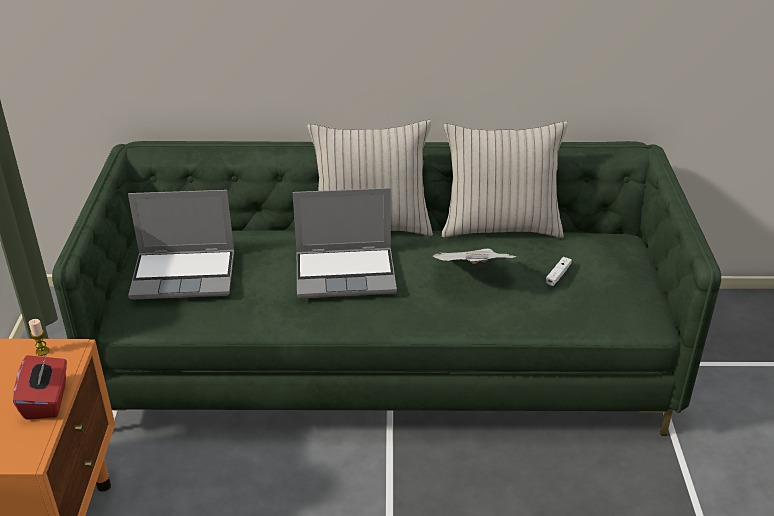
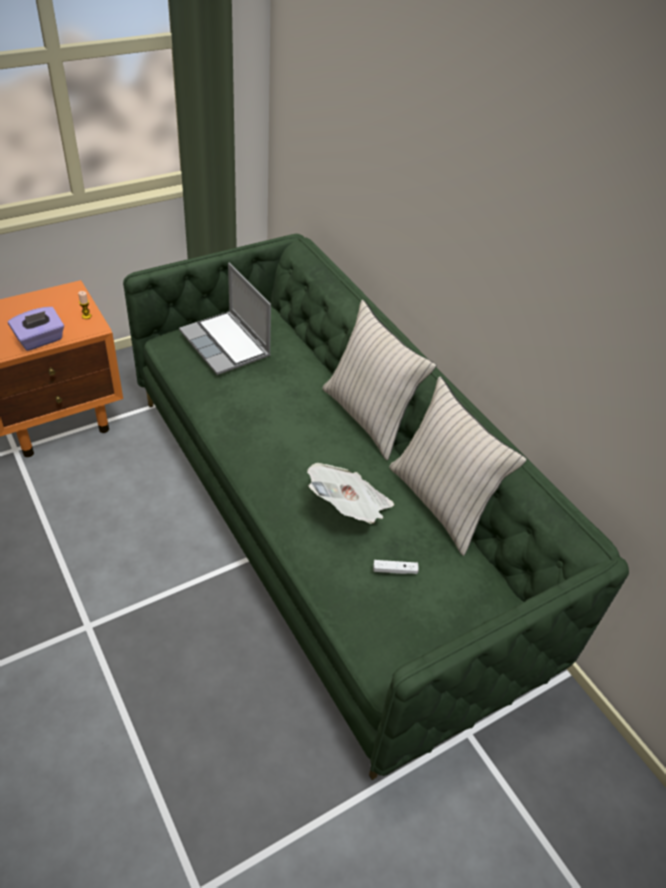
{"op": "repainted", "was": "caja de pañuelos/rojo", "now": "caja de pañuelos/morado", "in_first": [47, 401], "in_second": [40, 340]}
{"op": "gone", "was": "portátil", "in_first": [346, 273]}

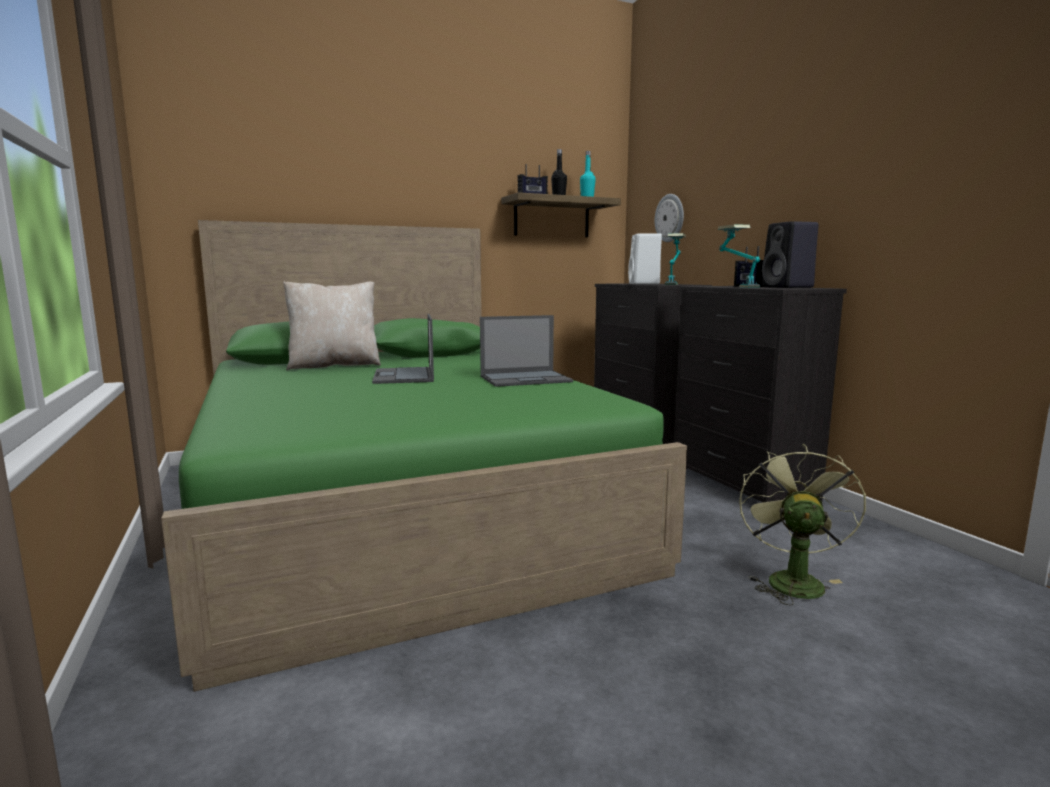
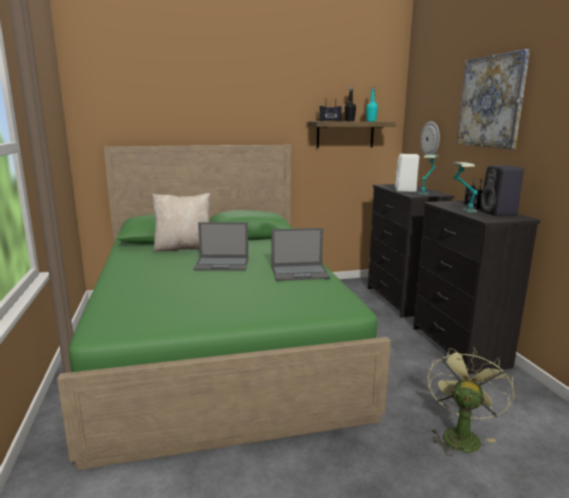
{"op": "rotated", "was": "portátil", "in_first": [404, 376], "in_second": [222, 264], "clockwise": -90}
{"op": "new", "now": "cuadro", "in_second": [491, 102]}

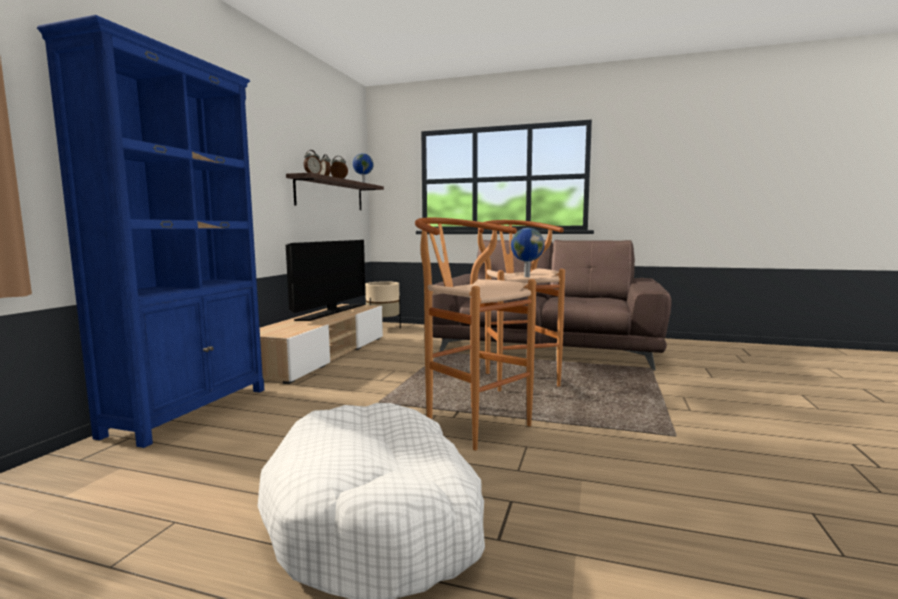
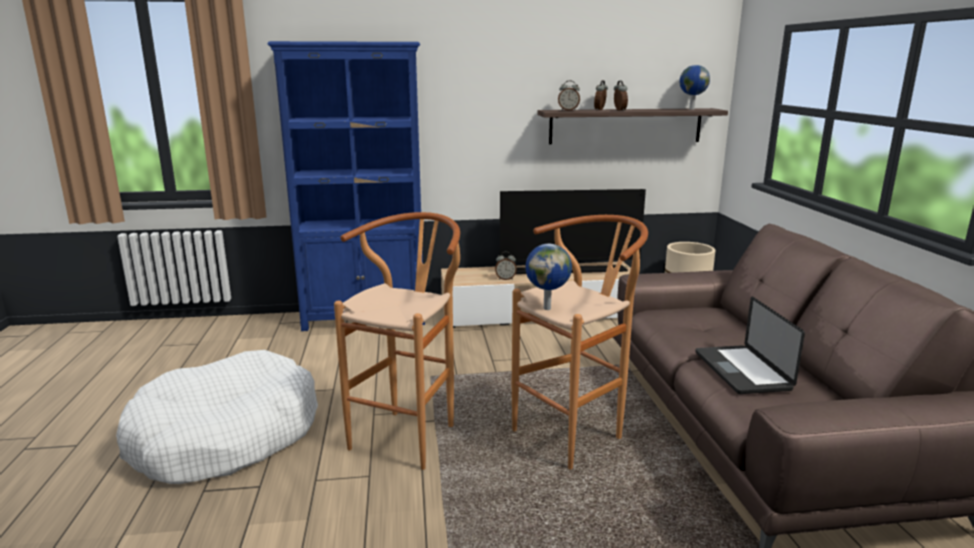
{"op": "new", "now": "despertador", "in_second": [505, 279]}
{"op": "new", "now": "portátil", "in_second": [741, 371]}

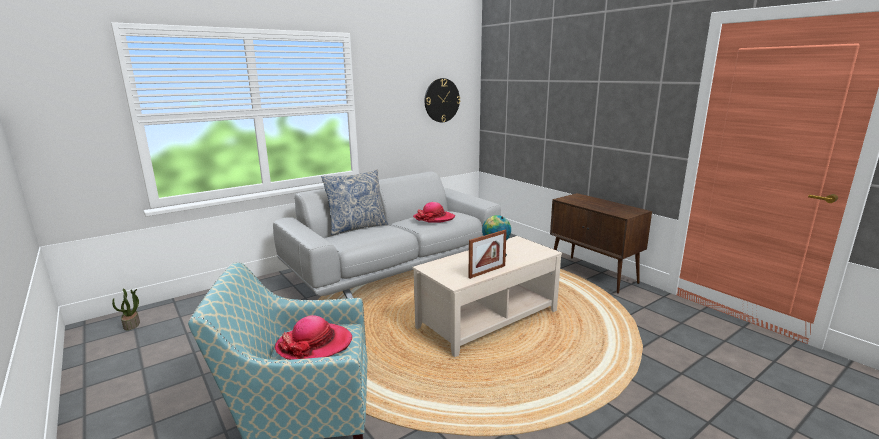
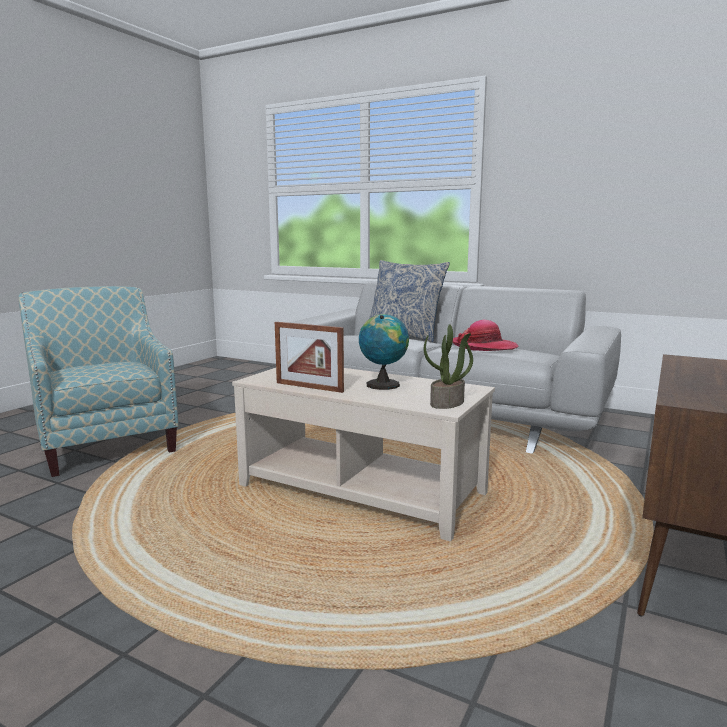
{"op": "shifted", "was": "planta en maceta", "in_first": [132, 325], "in_second": [447, 403]}
{"op": "gone", "was": "sombrero", "in_first": [314, 345]}
{"op": "gone", "was": "reloj de pared", "in_first": [441, 100]}

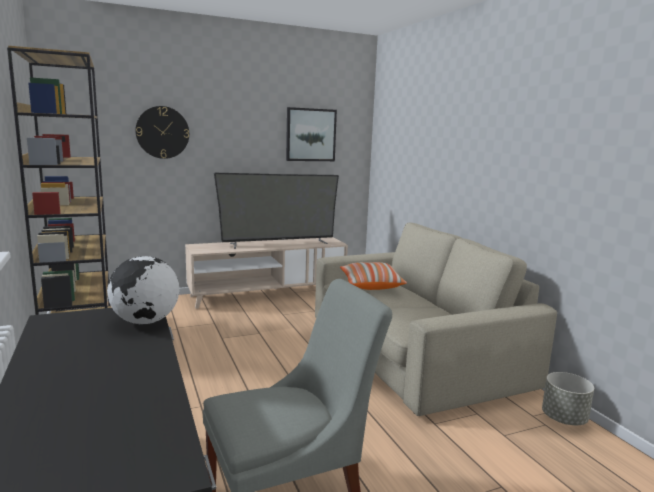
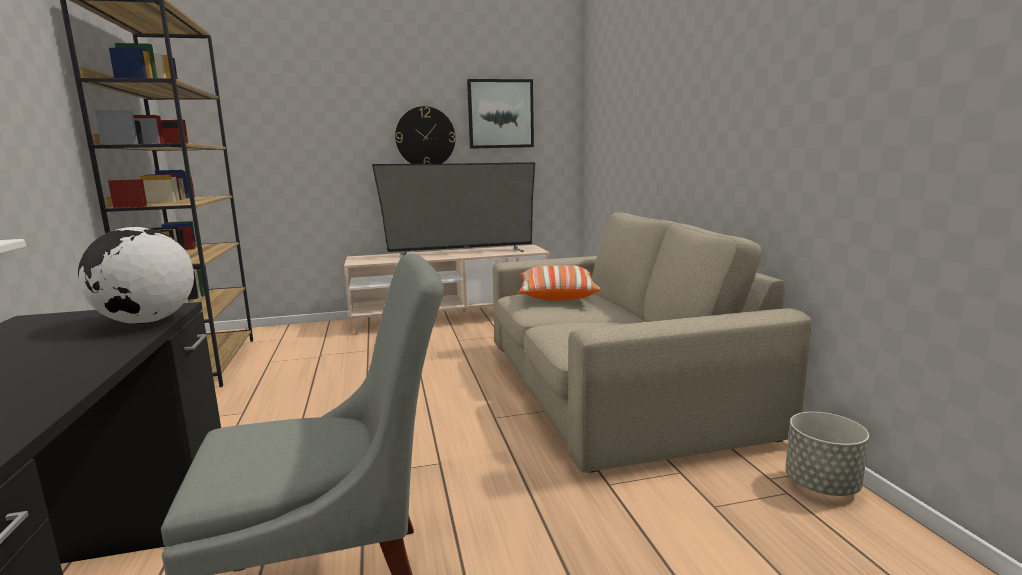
{"op": "shifted", "was": "reloj de pared", "in_first": [162, 132], "in_second": [425, 137]}

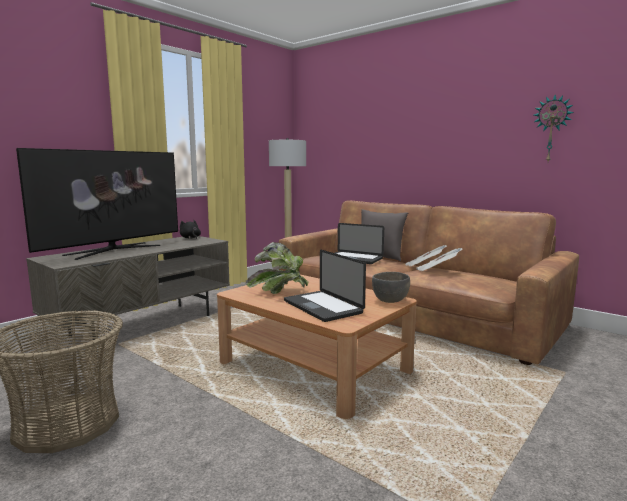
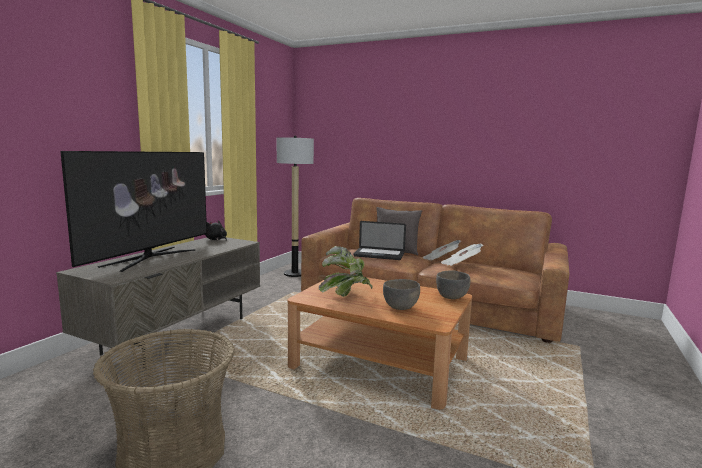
{"op": "swapped", "was": "portátil", "now": "cuenco/gris", "in_first": [322, 307], "in_second": [401, 307]}
{"op": "gone", "was": "reloj de pared", "in_first": [552, 129]}

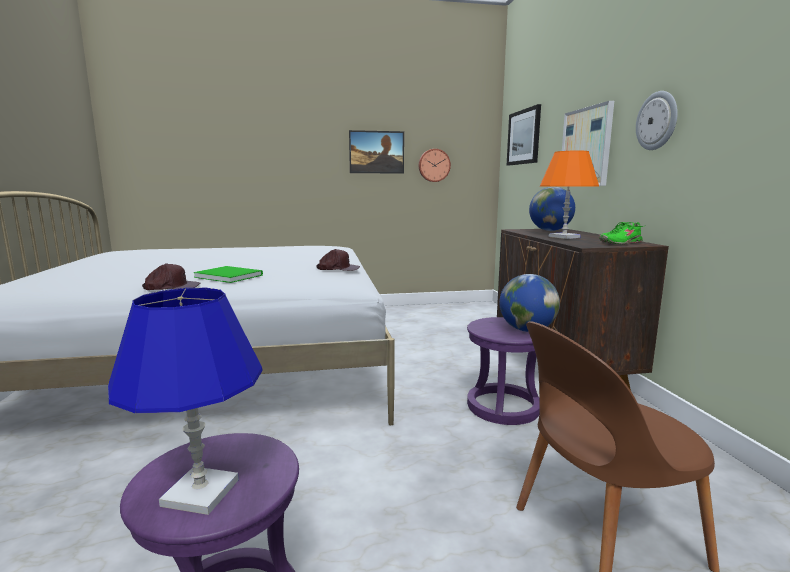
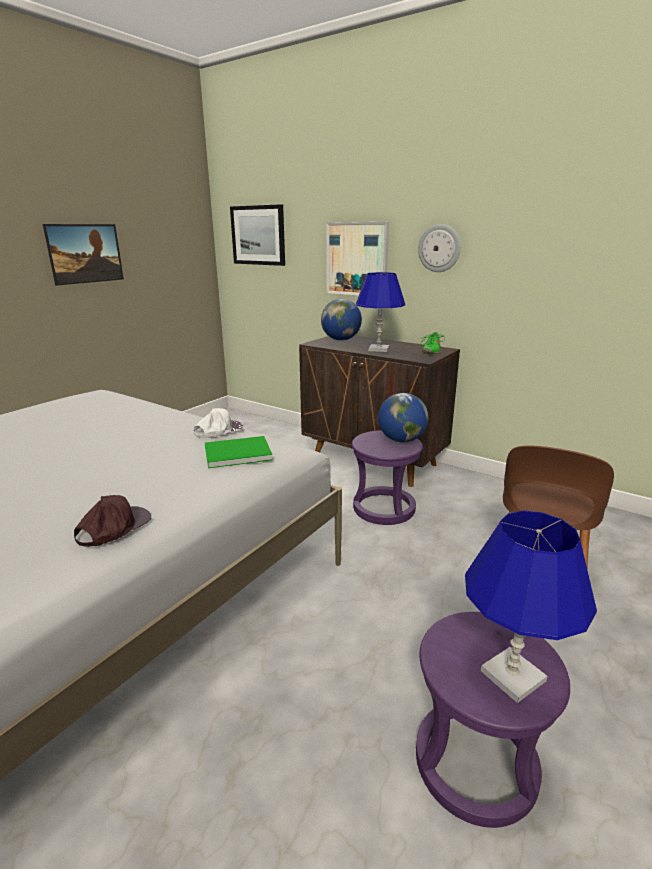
{"op": "shifted", "was": "libro/verde", "in_first": [228, 276], "in_second": [235, 453]}
{"op": "repainted", "was": "gorra/marrón", "now": "gorra/blanco", "in_first": [338, 268], "in_second": [218, 430]}
{"op": "gone", "was": "reloj de pared", "in_first": [434, 165]}
{"op": "repainted", "was": "lámpara de mesa/naranja", "now": "lámpara de mesa/azul", "in_first": [564, 237], "in_second": [378, 349]}

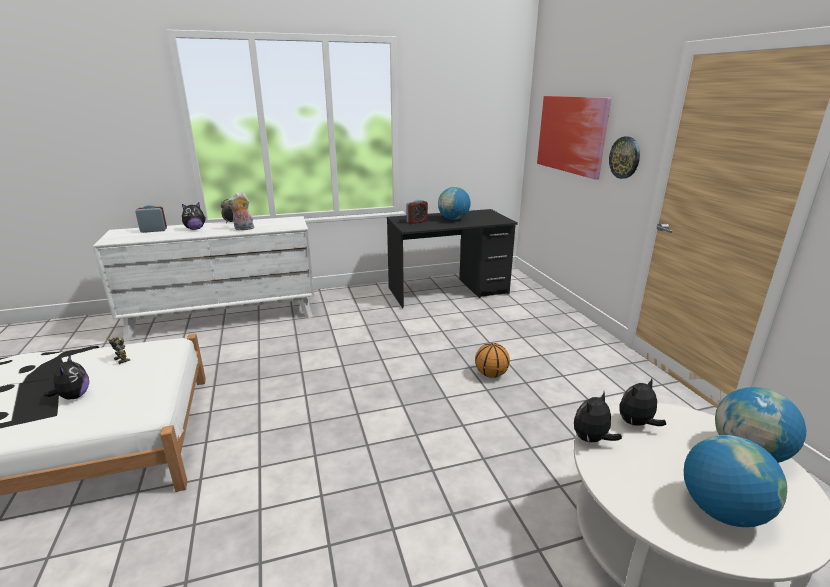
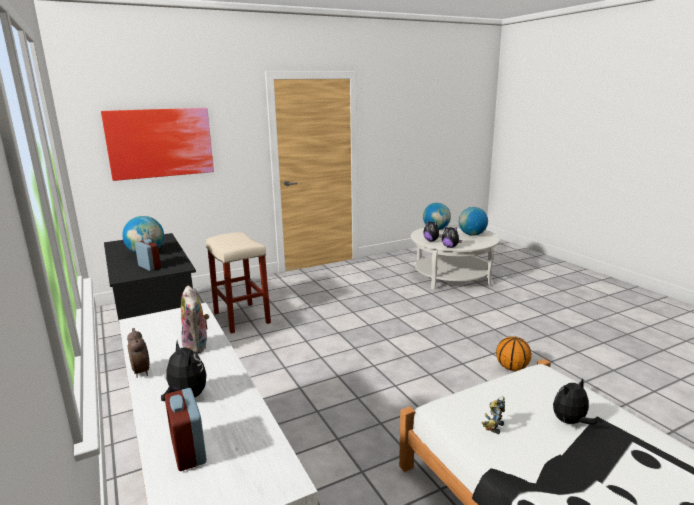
{"op": "shifted", "was": "balón de baloncesto", "in_first": [491, 375], "in_second": [512, 368]}
{"op": "gone", "was": "reloj de pared", "in_first": [625, 157]}
{"op": "new", "now": "taburete/beis", "in_second": [242, 318]}

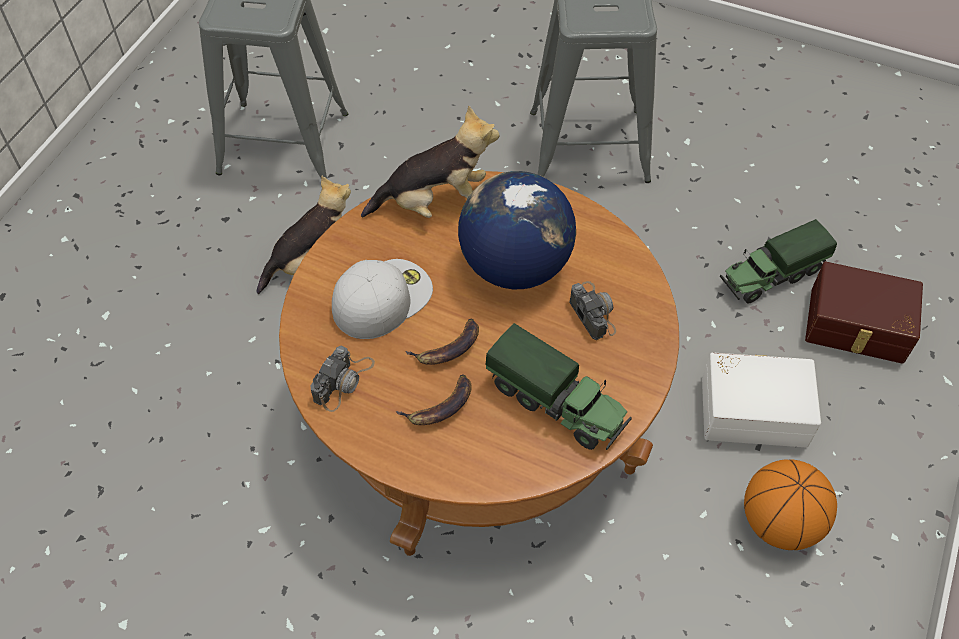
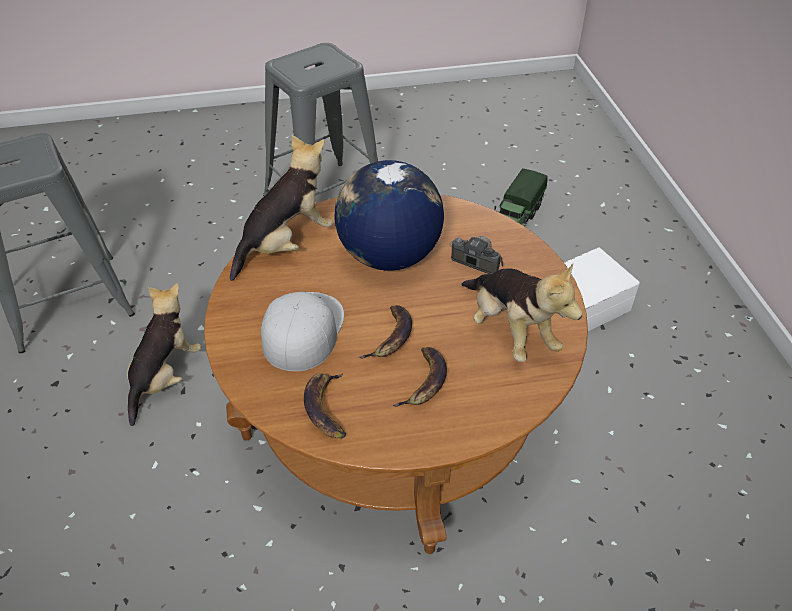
{"op": "swapped", "was": "cámara", "now": "plátano", "in_first": [343, 381], "in_second": [326, 408]}
{"op": "swapped", "was": "camión de juguete", "now": "peluche", "in_first": [557, 404], "in_second": [510, 331]}
{"op": "gone", "was": "balón de baloncesto", "in_first": [779, 522]}
{"op": "gone", "was": "caja de almacenaje/marrón", "in_first": [857, 327]}

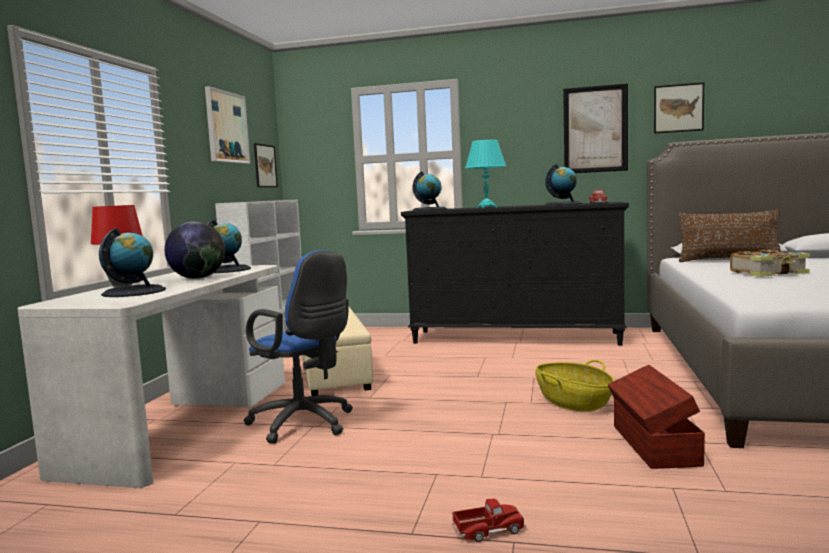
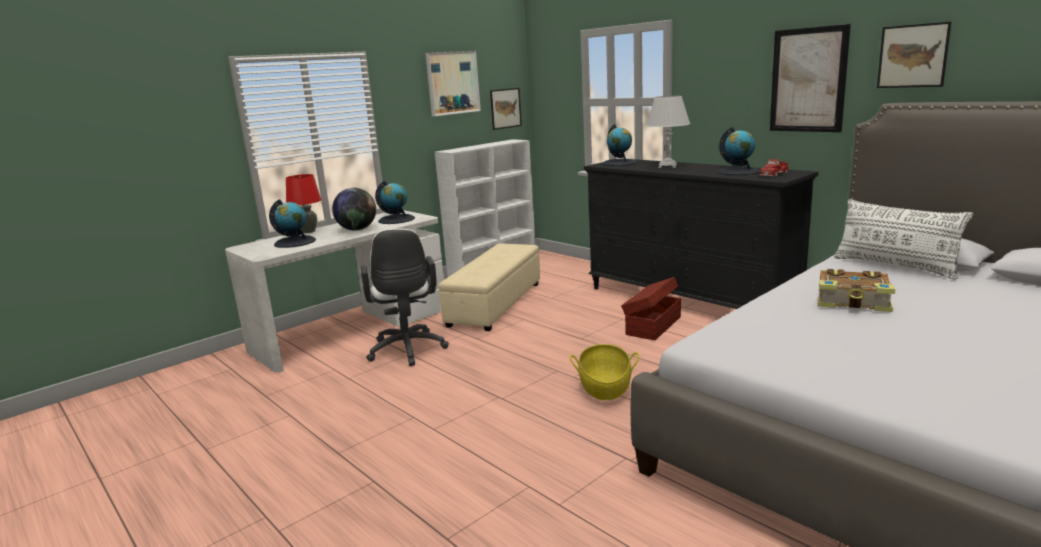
{"op": "repainted", "was": "silla de oficina/azul", "now": "silla de oficina/blanco", "in_first": [305, 424], "in_second": [407, 351]}
{"op": "gone", "was": "camión de juguete", "in_first": [488, 530]}
{"op": "repainted", "was": "lámpara de mesa/turquesa", "now": "lámpara de mesa/blanco", "in_first": [486, 207], "in_second": [667, 166]}
{"op": "shifted", "was": "caja de almacenaje/marrón", "in_first": [653, 445], "in_second": [652, 325]}
{"op": "repainted", "was": "cojín/marrón", "now": "cojín/blanco", "in_first": [728, 260], "in_second": [895, 266]}

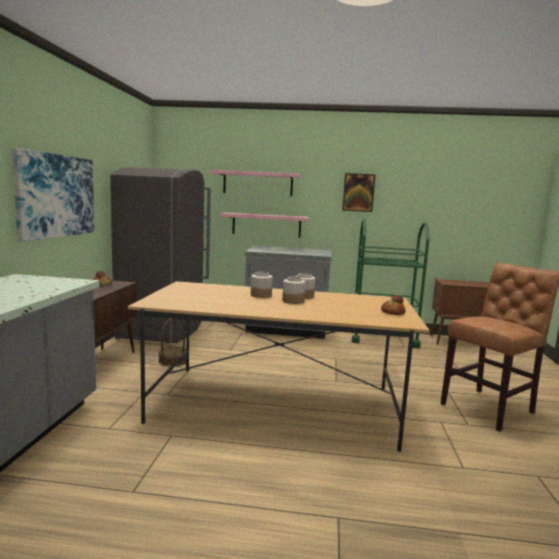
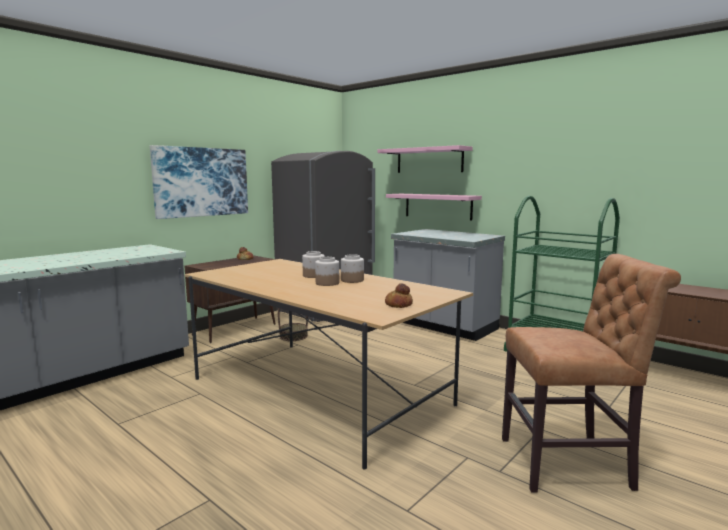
{"op": "gone", "was": "cuadro", "in_first": [358, 192]}

